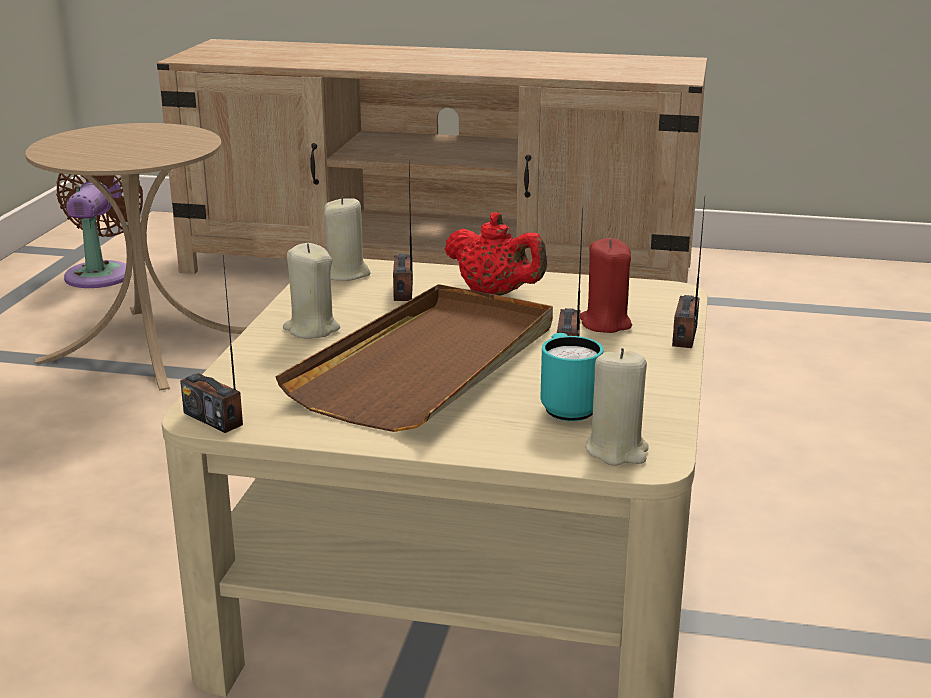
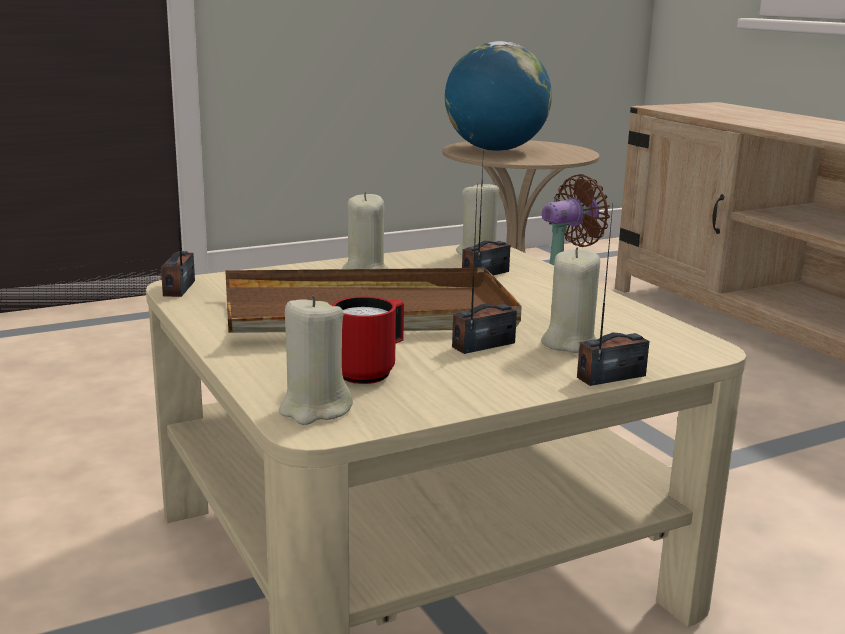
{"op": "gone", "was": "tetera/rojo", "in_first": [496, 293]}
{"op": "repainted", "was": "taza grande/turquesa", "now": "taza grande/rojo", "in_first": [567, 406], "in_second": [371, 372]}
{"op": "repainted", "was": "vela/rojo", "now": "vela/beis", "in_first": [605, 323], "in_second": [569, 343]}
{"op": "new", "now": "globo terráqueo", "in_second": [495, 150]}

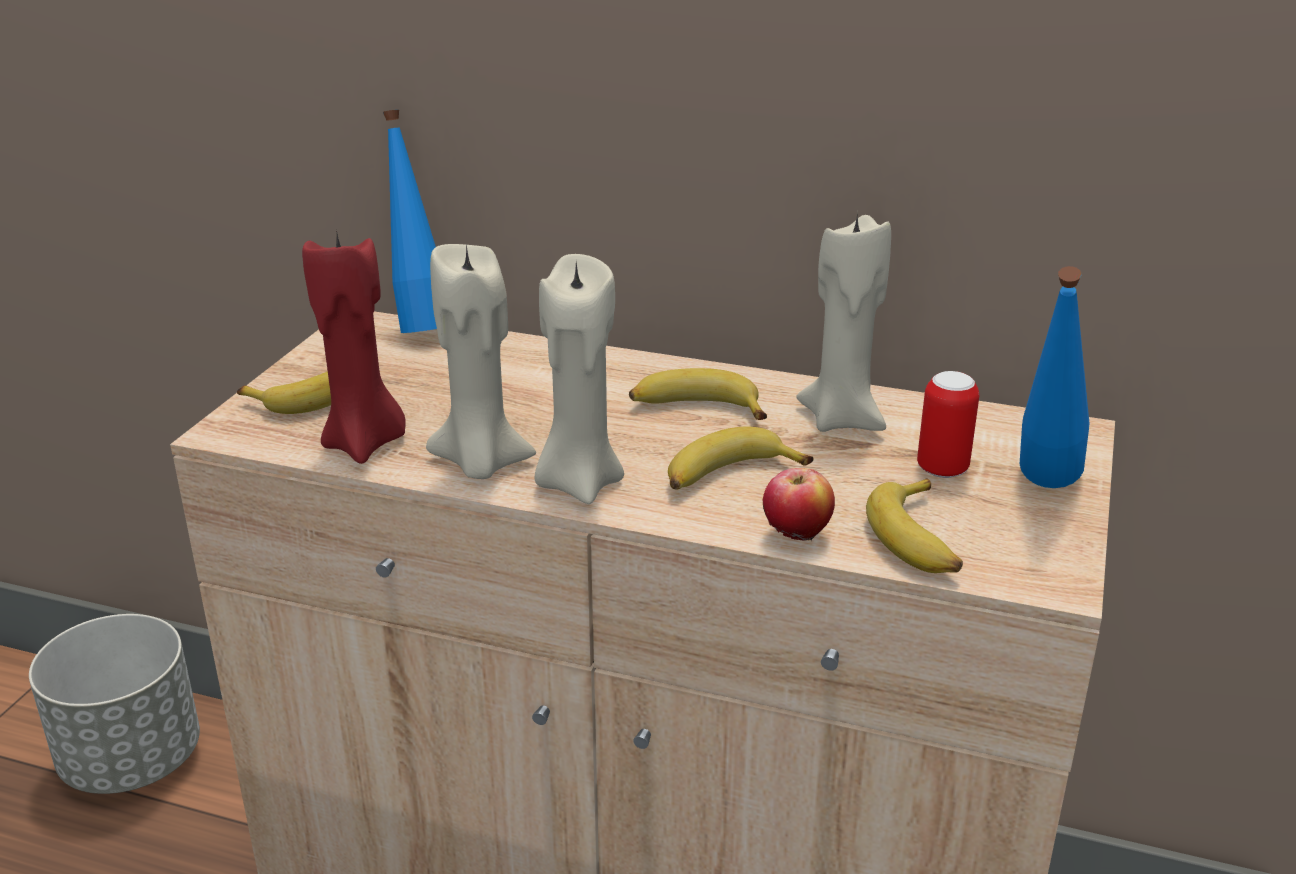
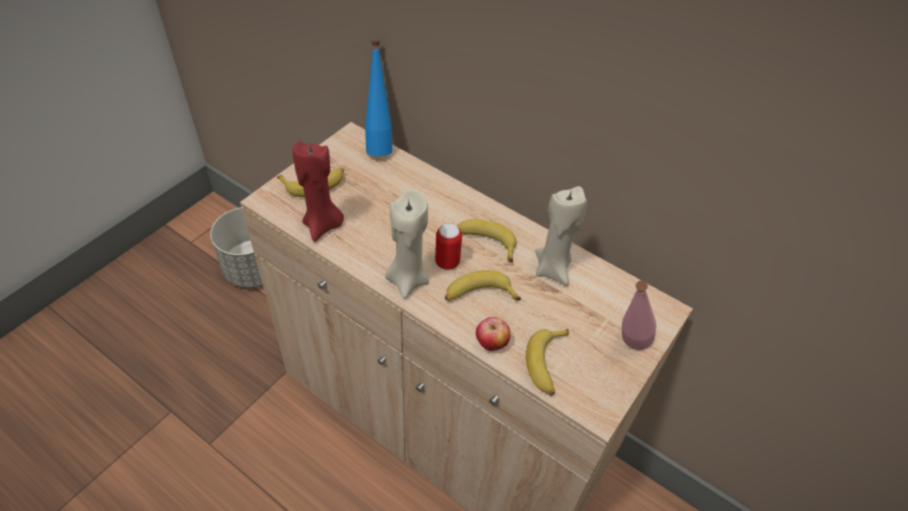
{"op": "gone", "was": "vela/beis", "in_first": [481, 463]}
{"op": "shifted", "was": "lata", "in_first": [942, 469], "in_second": [447, 262]}
{"op": "repainted", "was": "botella/azul", "now": "botella/rosa", "in_first": [1041, 491], "in_second": [625, 349]}

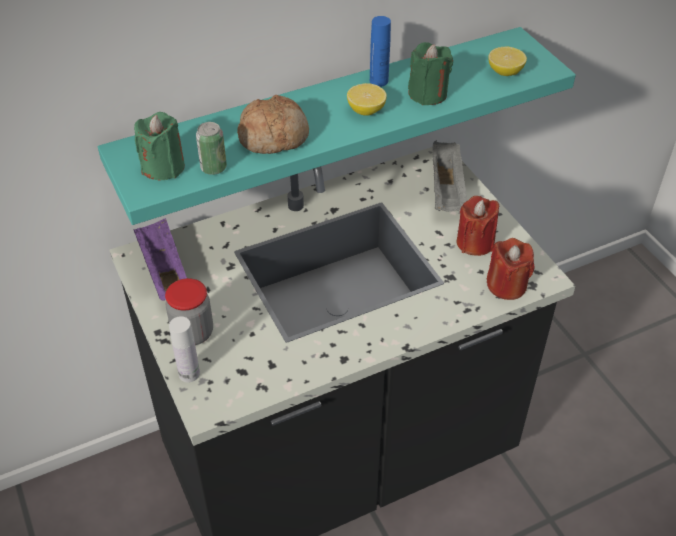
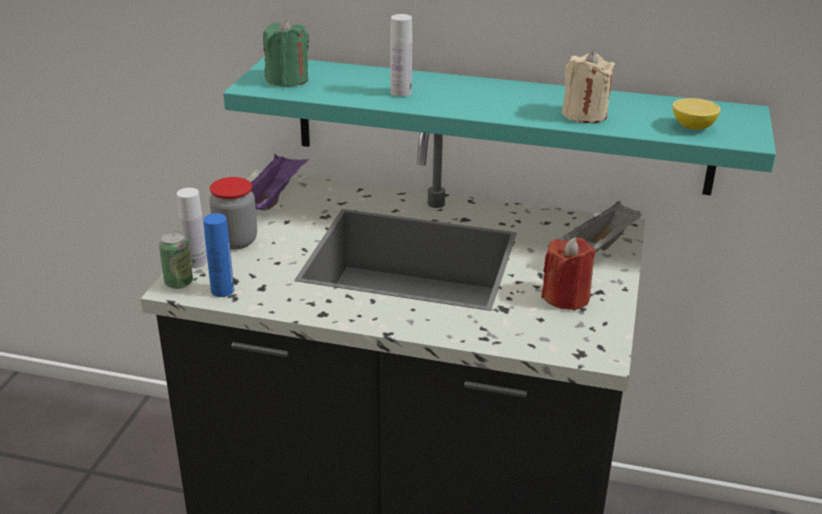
{"op": "shifted", "was": "lata", "in_first": [213, 168], "in_second": [179, 283]}
{"op": "swapped", "was": "pan", "now": "botella/blanco", "in_first": [274, 136], "in_second": [401, 92]}
{"op": "gone", "was": "limón", "in_first": [366, 110]}
{"op": "shifted", "was": "botella/azul", "in_first": [378, 81], "in_second": [222, 290]}
{"op": "repainted", "was": "vela/verde", "now": "vela/beis", "in_first": [427, 94], "in_second": [584, 114]}
{"op": "gone", "was": "vela/rojo", "in_first": [506, 285]}

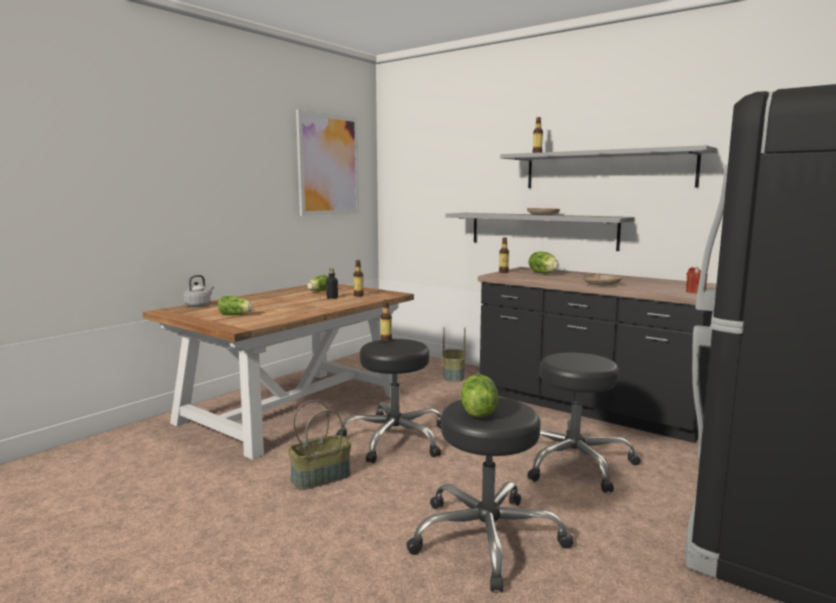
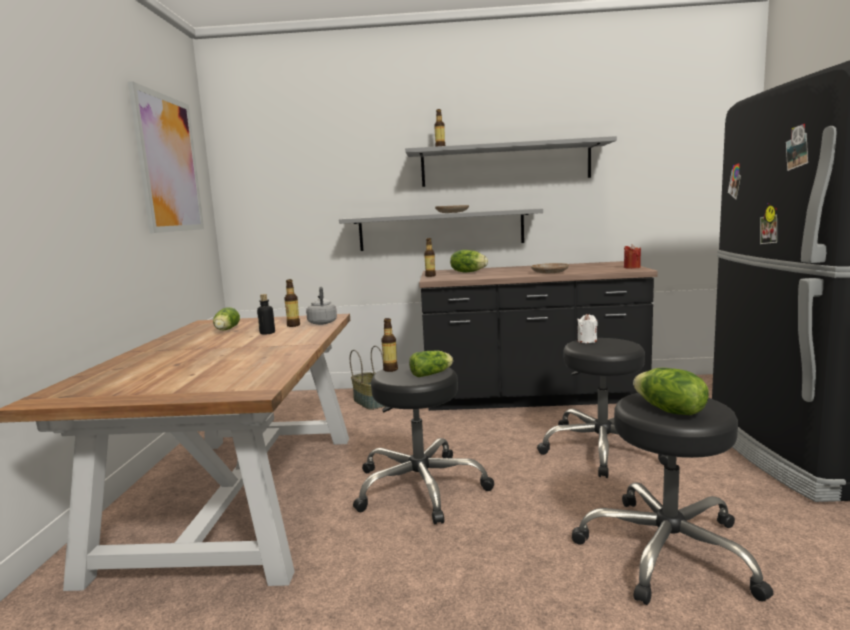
{"op": "shifted", "was": "hervidor/gris", "in_first": [199, 305], "in_second": [322, 322]}
{"op": "shifted", "was": "lechuga", "in_first": [236, 315], "in_second": [432, 374]}
{"op": "gone", "was": "cesta", "in_first": [321, 477]}
{"op": "new", "now": "vela/blanco", "in_second": [587, 341]}

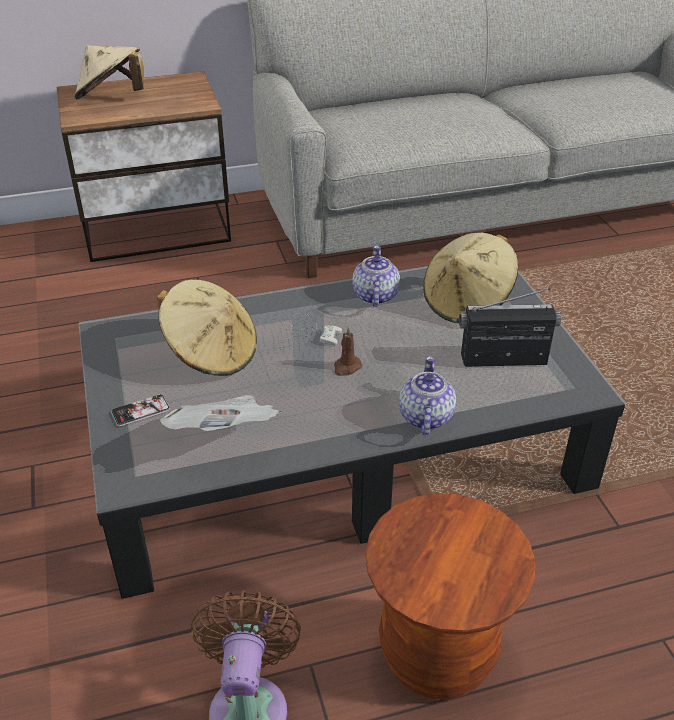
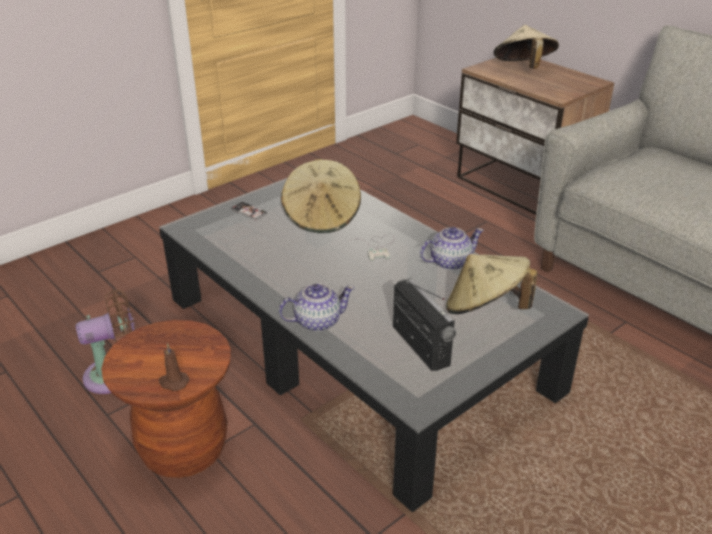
{"op": "gone", "was": "periódico", "in_first": [225, 435]}
{"op": "shifted", "was": "vela/marrón", "in_first": [346, 367], "in_second": [173, 382]}

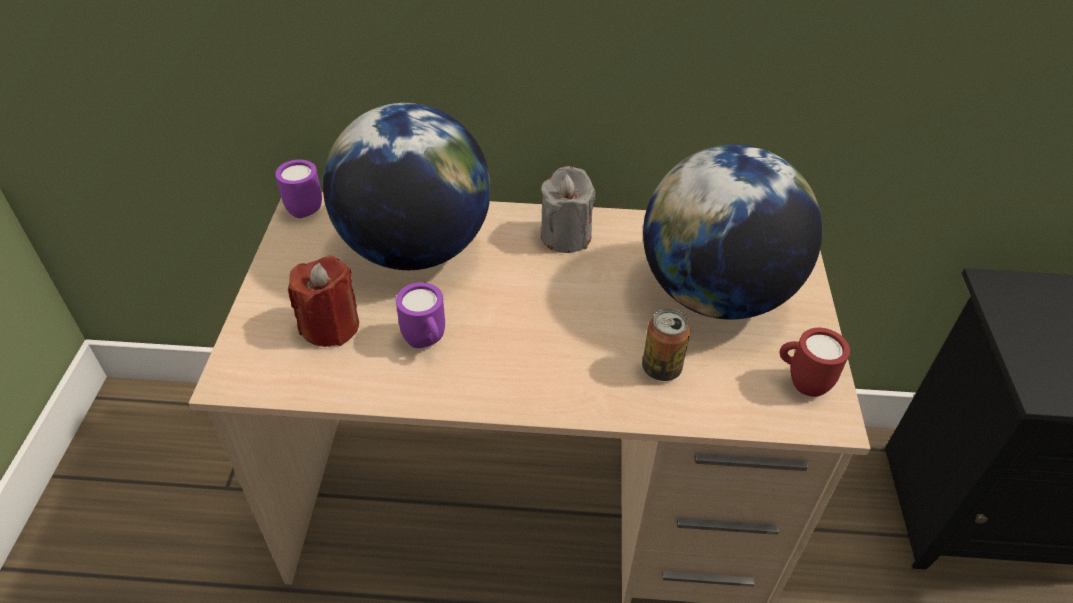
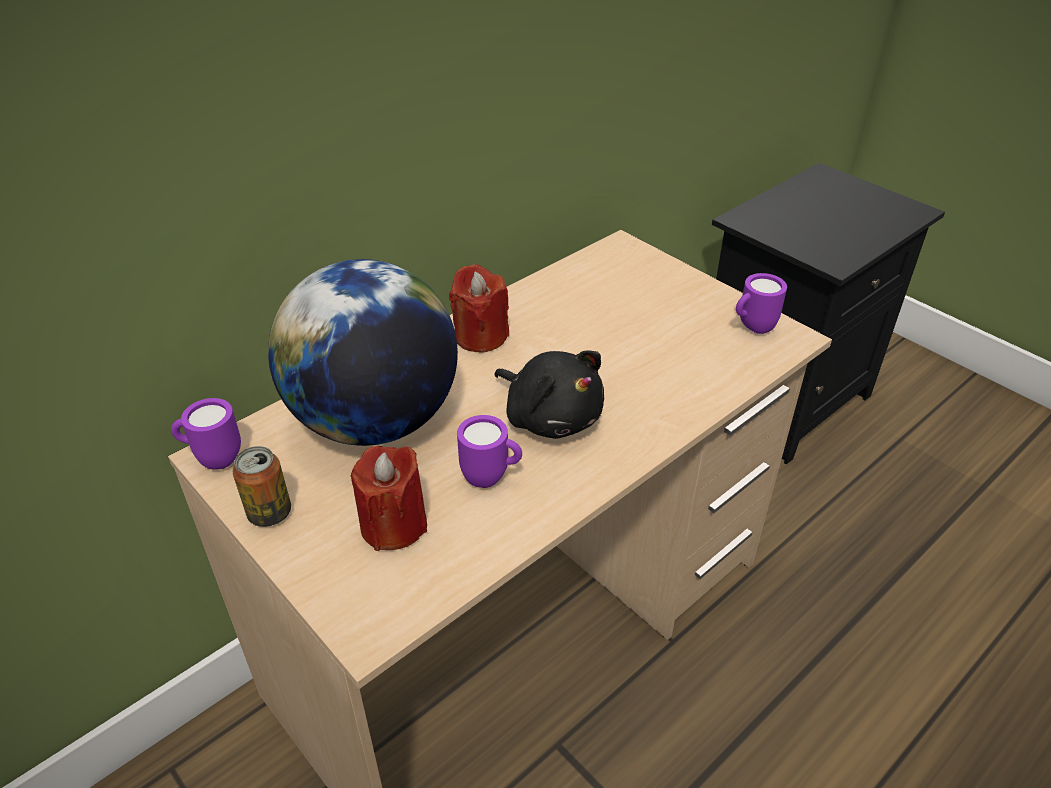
{"op": "repainted", "was": "vela/gris", "now": "vela/rojo", "in_first": [565, 236], "in_second": [480, 336]}
{"op": "shifted", "was": "lata", "in_first": [661, 368], "in_second": [269, 513]}
{"op": "gone", "was": "globo terráqueo", "in_first": [715, 293]}
{"op": "repainted", "was": "taza grande/rojo", "now": "taza grande/morado", "in_first": [801, 382], "in_second": [752, 328]}
{"op": "new", "now": "peluche/negro", "in_second": [550, 416]}

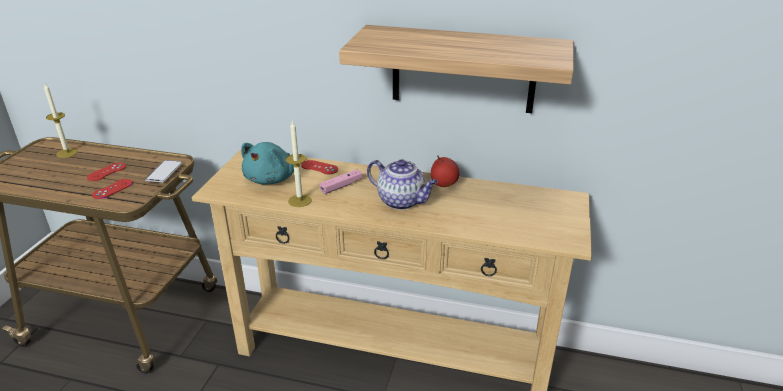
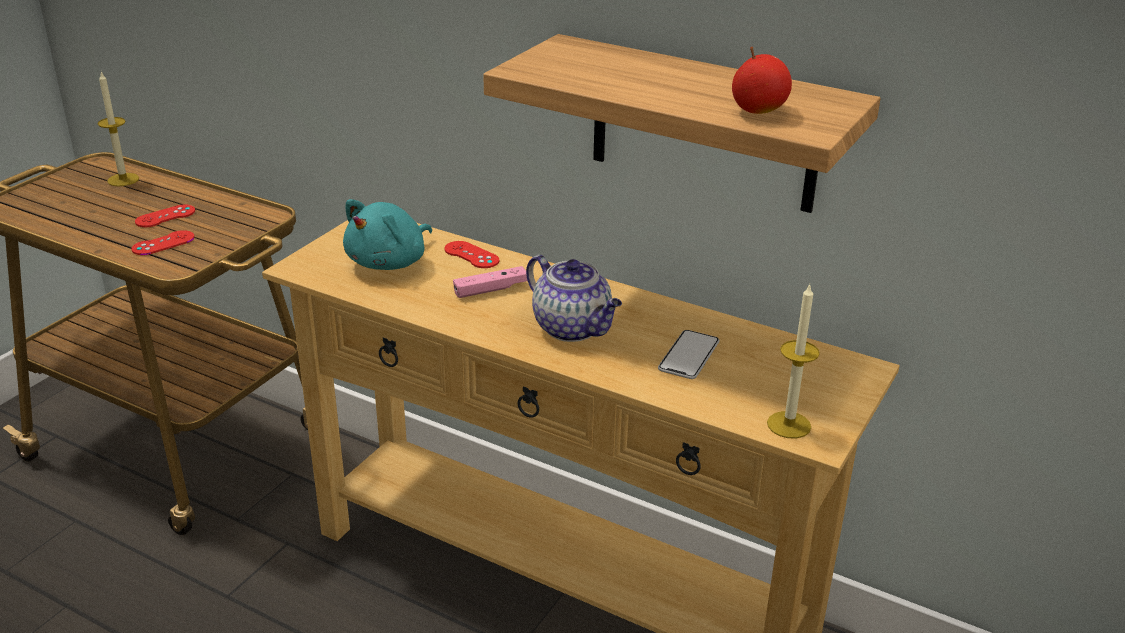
{"op": "shifted", "was": "móvil", "in_first": [164, 172], "in_second": [689, 356]}
{"op": "shifted", "was": "vela", "in_first": [300, 200], "in_second": [789, 425]}
{"op": "shifted", "was": "manzana", "in_first": [444, 184], "in_second": [758, 111]}

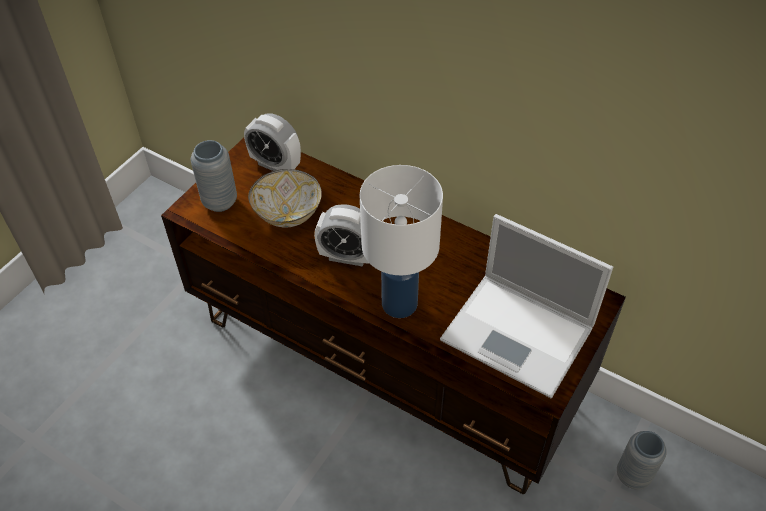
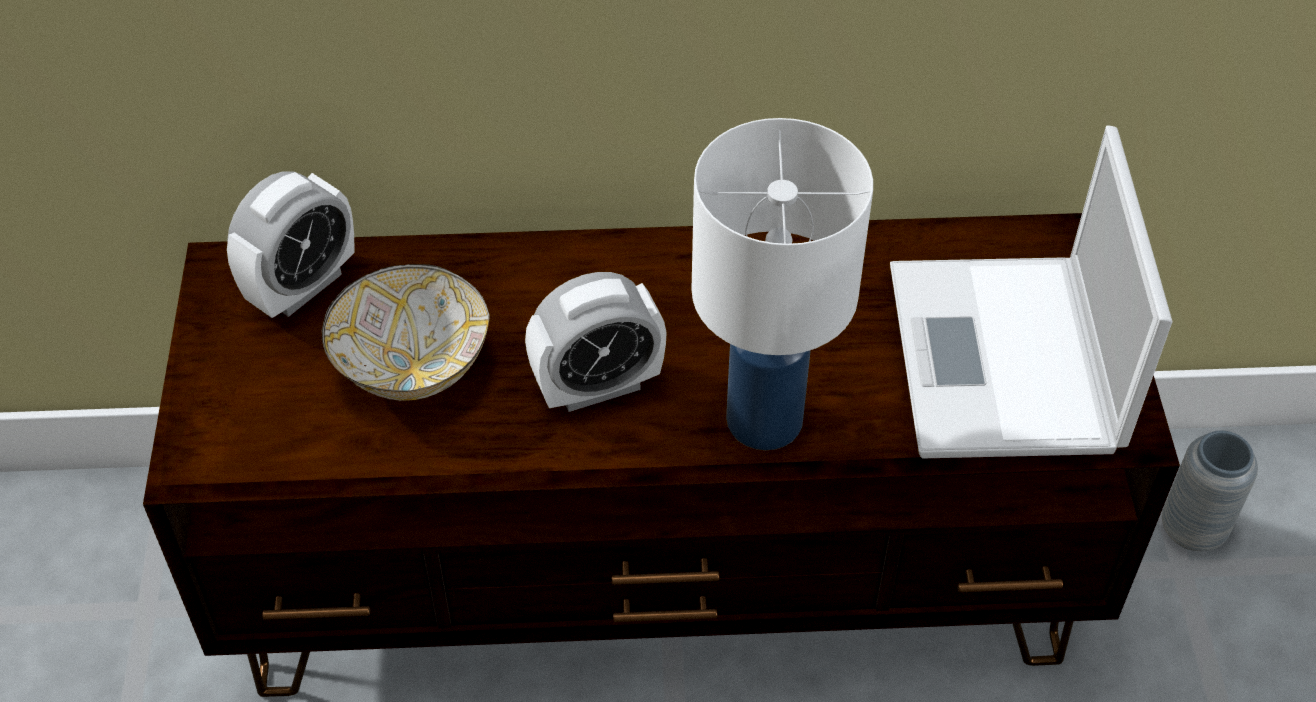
{"op": "gone", "was": "florero/gris", "in_first": [220, 202]}
{"op": "rotated", "was": "despertador", "in_first": [275, 165], "in_second": [302, 286], "clockwise": -45}
{"op": "rotated", "was": "portátil", "in_first": [520, 334], "in_second": [1005, 362], "clockwise": 90}

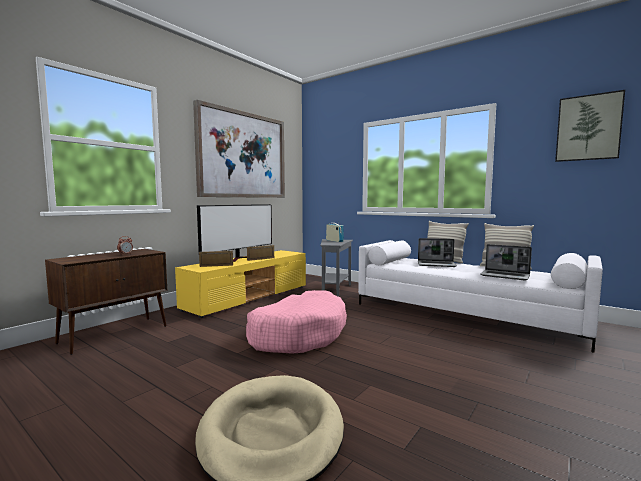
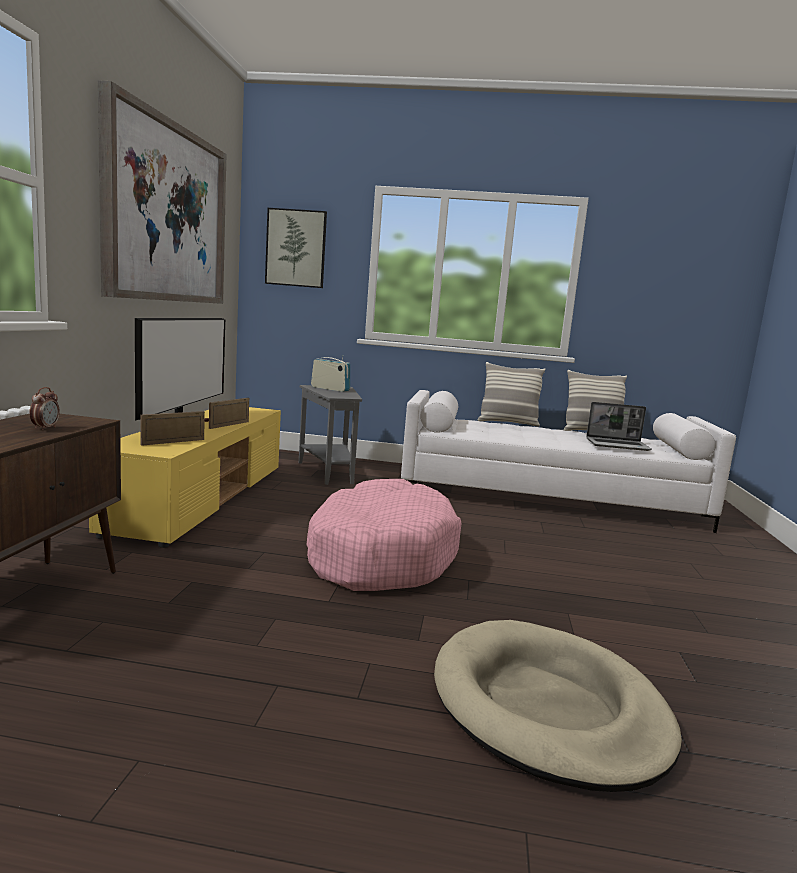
{"op": "gone", "was": "portátil", "in_first": [436, 264]}
{"op": "shifted", "was": "cuadro", "in_first": [588, 128], "in_second": [296, 248]}

